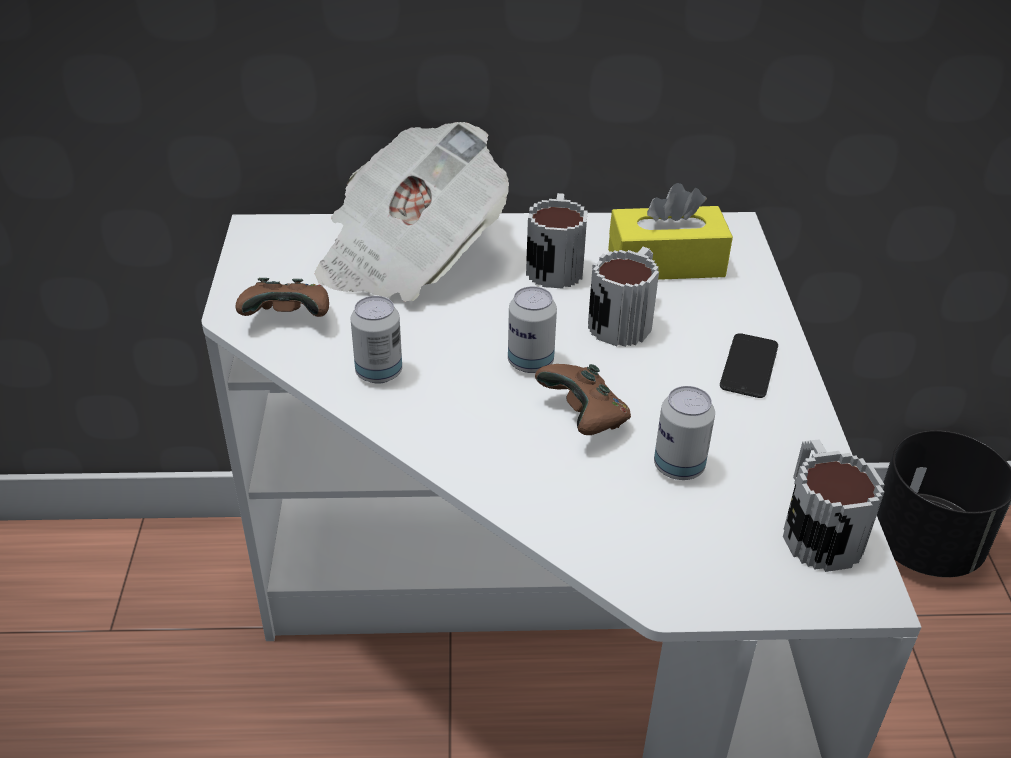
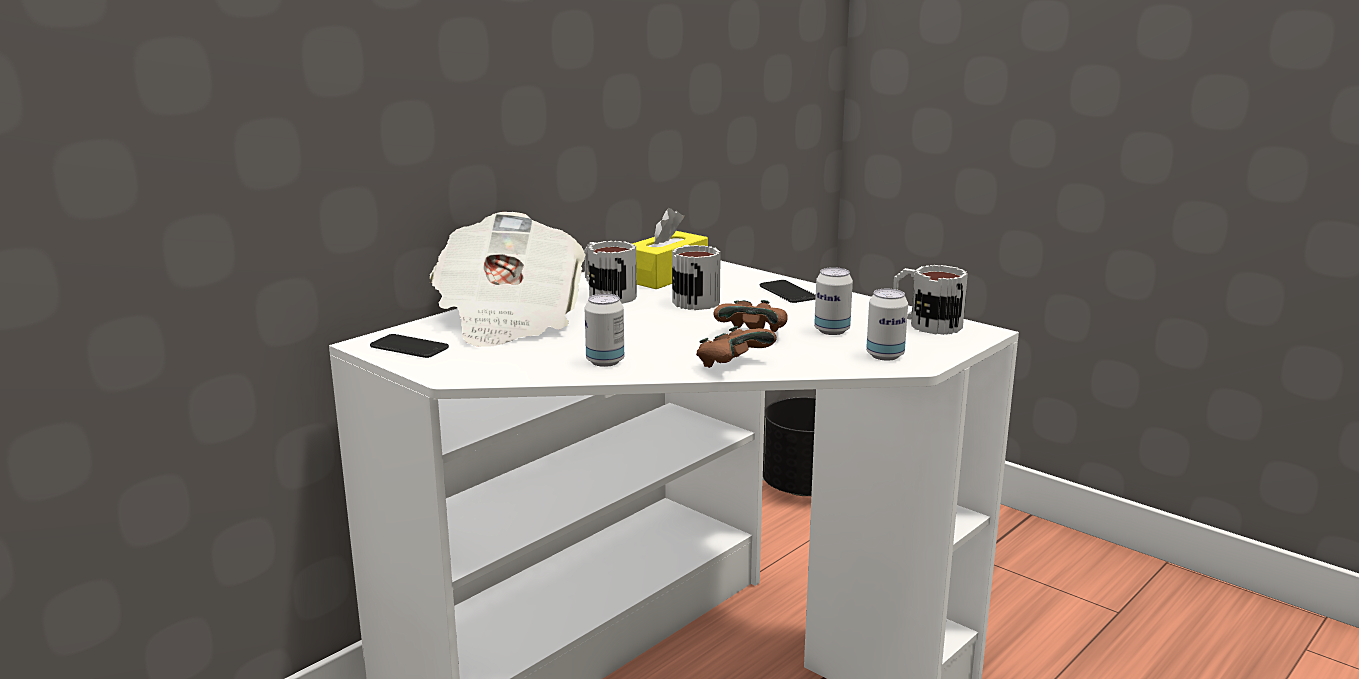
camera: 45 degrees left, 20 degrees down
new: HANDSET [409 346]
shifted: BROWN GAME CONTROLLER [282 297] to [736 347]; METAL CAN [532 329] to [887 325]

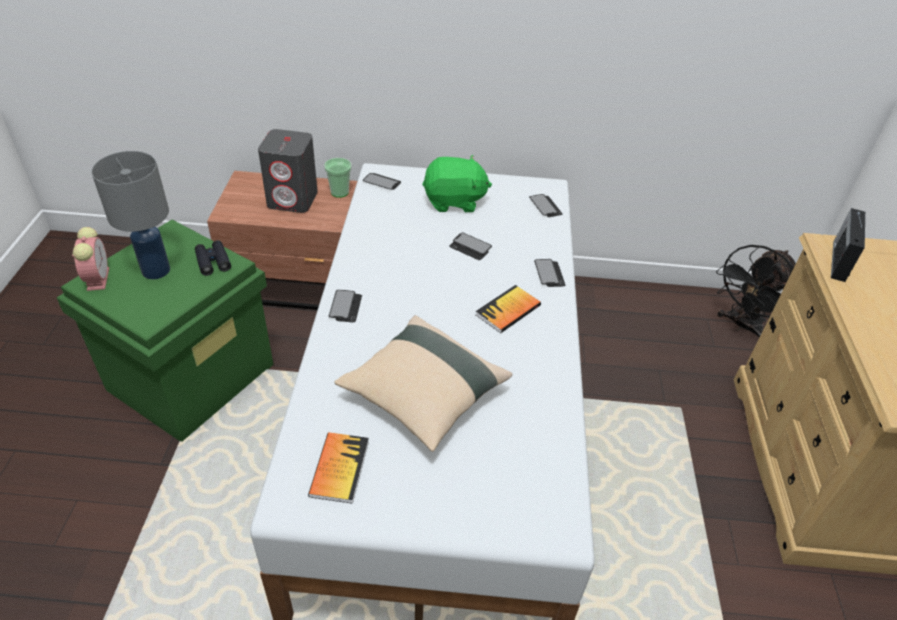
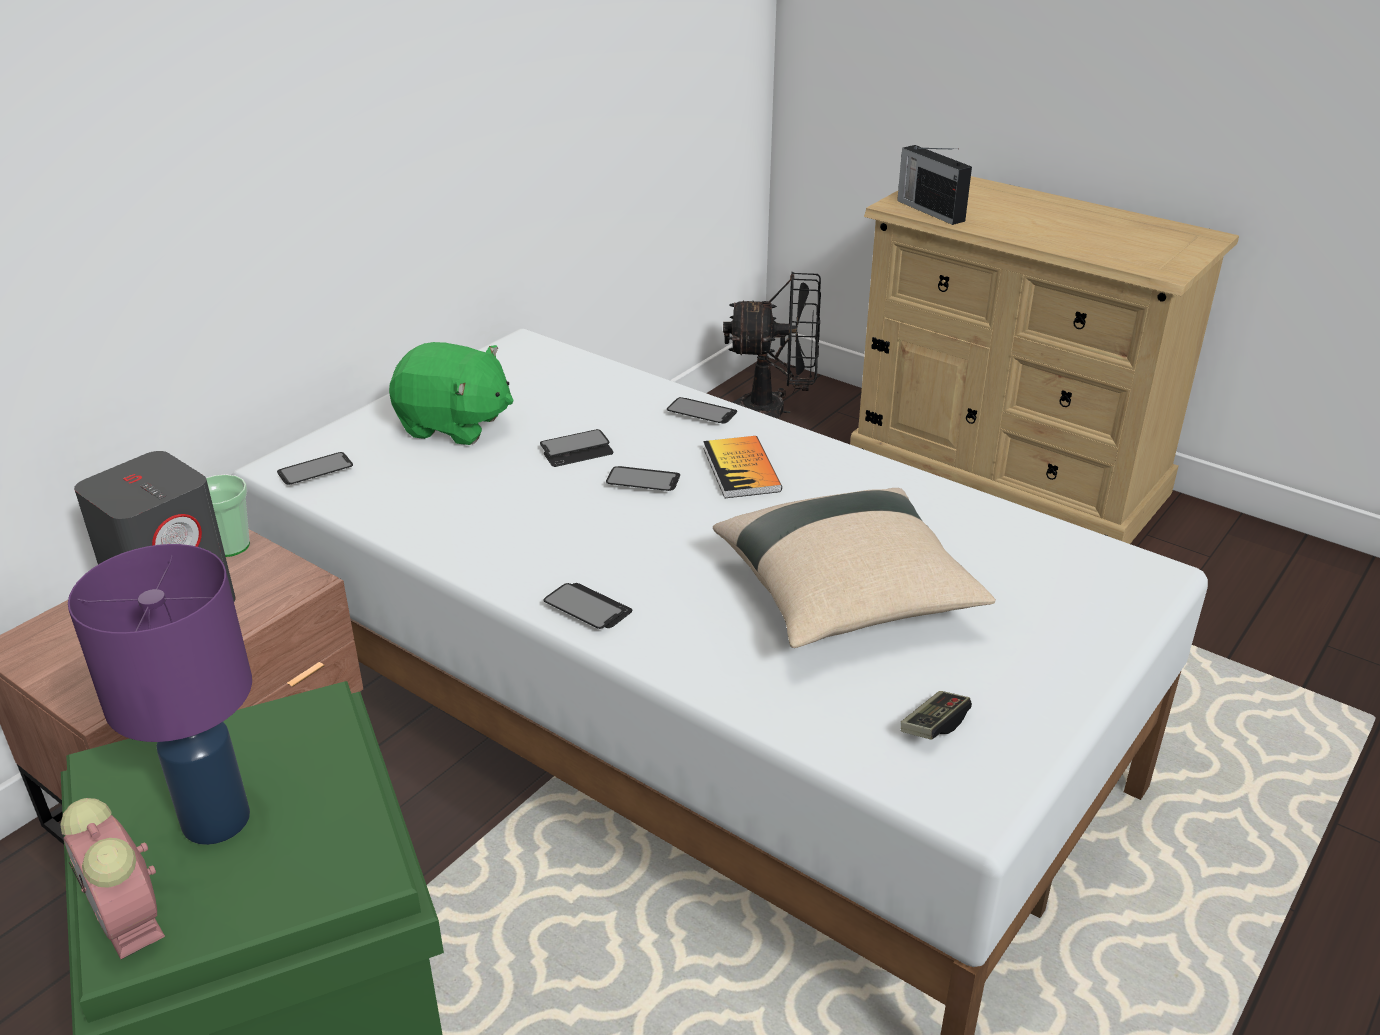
camera: 55 degrees left, 10 degrees down
gone: BLACKISH PAIR OF BINOCULARS [213 258]
shifted: HANDSET [545 205] to [643 478]
swapped: BOOK [338 468] to GAME CONTROLLER [936 715]
repainted: GREY TABLETOP LAMP [130 215] to PURPLE-COLOURED TABLETOP LAMP [160 694]
rotated: TABLE CLOCK [90 259] = [112 878] 150 degrees counterclockwise; GREENISH SOFT TOY [457 183] = [451 393] 75 degrees clockwise; BLACKISH COOLING FAN [756 291] = [772 346] 75 degrees counterclockwise

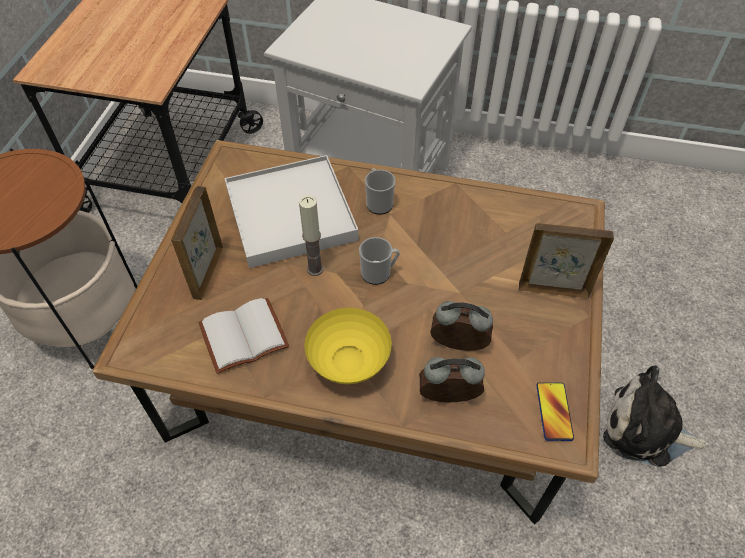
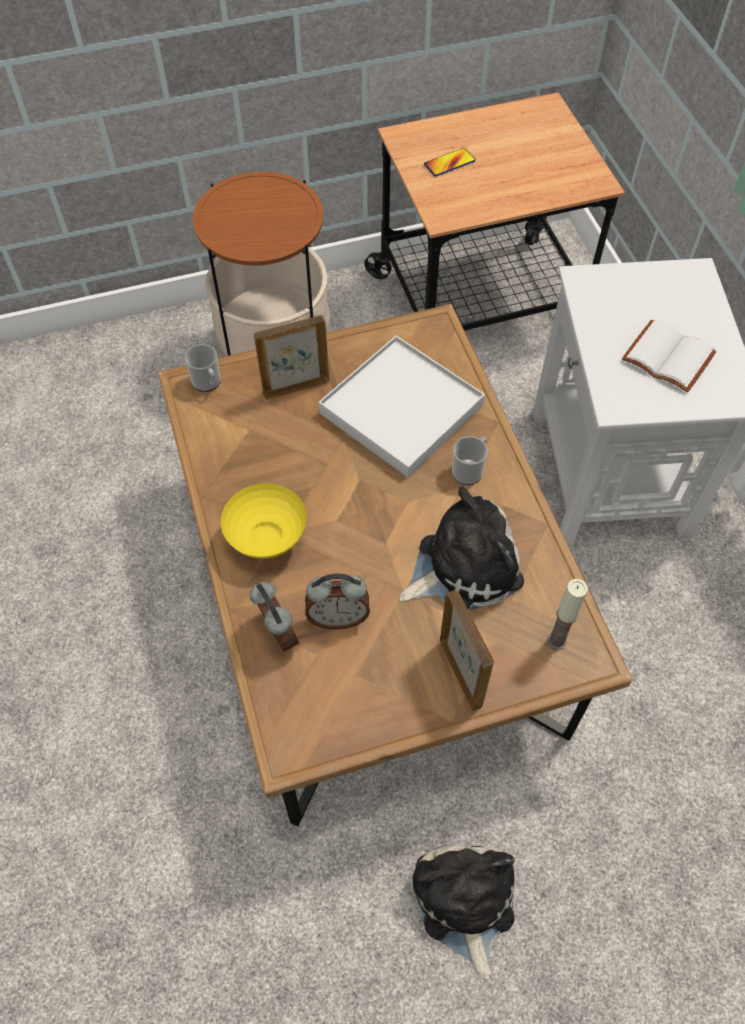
camera: 60 degrees right, 5 degrees up
new: SOFT TOY [461 548]
shifted: WHITE-COLOURED BOOK [243 335] to [669 356]; WAX CANDLE [311 235] to [567 614]; COFFEE MUG [379 261] to [202 368]; HANDSET [555 411] to [450 162]
rotated: TABLE CLOCK [461 326] = [337 601] 105 degrees clockwise

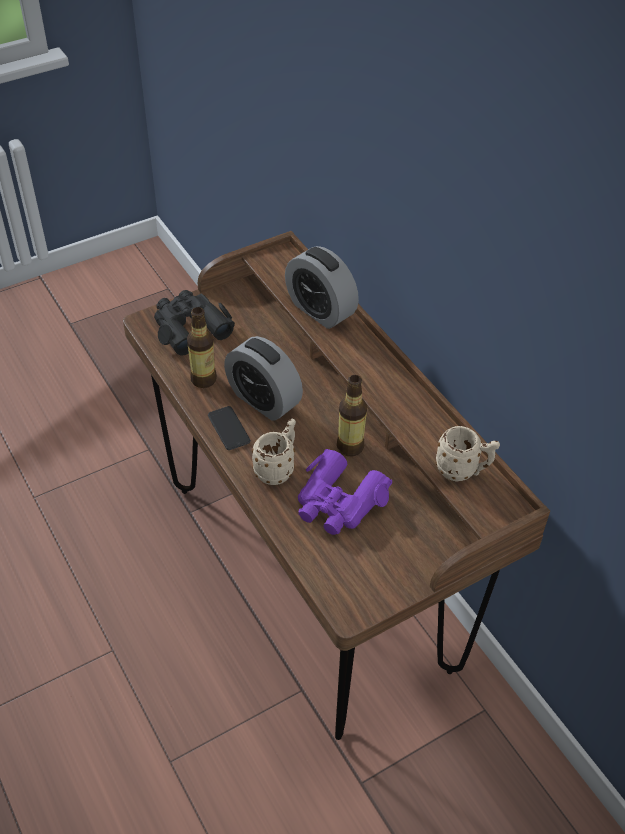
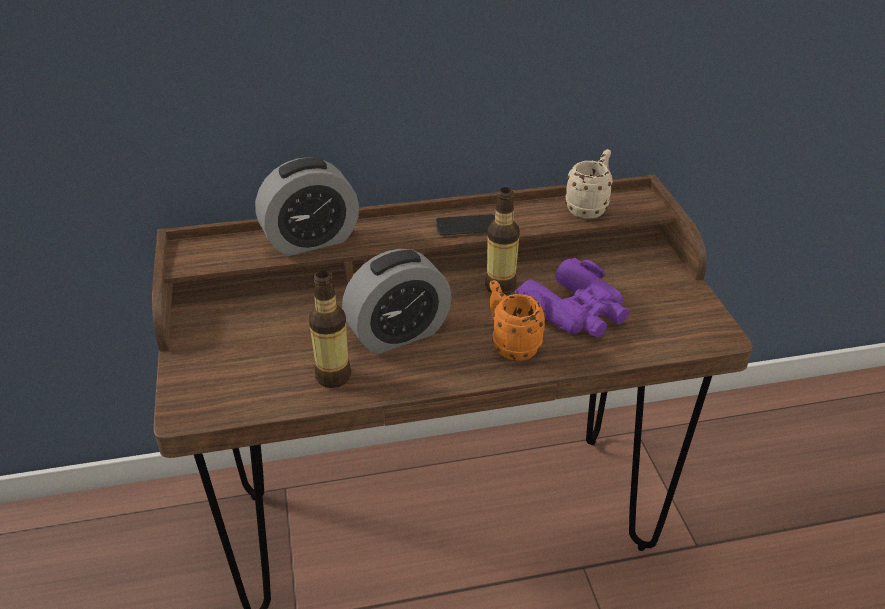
camera: 70 degrees left, 10 degrees down
gone: BLACKISH PAIR OF BINOCULARS [194 323]
shifted: HANDSET [229 428] to [465 224]
repainted: BEIGE-COLOURED COFFEE MUG [274 452] to ORANGEY COFFEE MUG [517 320]

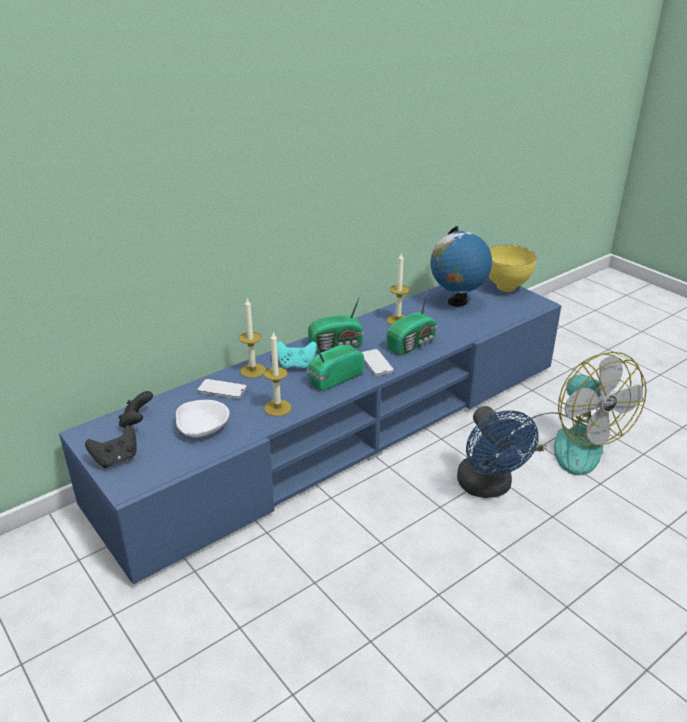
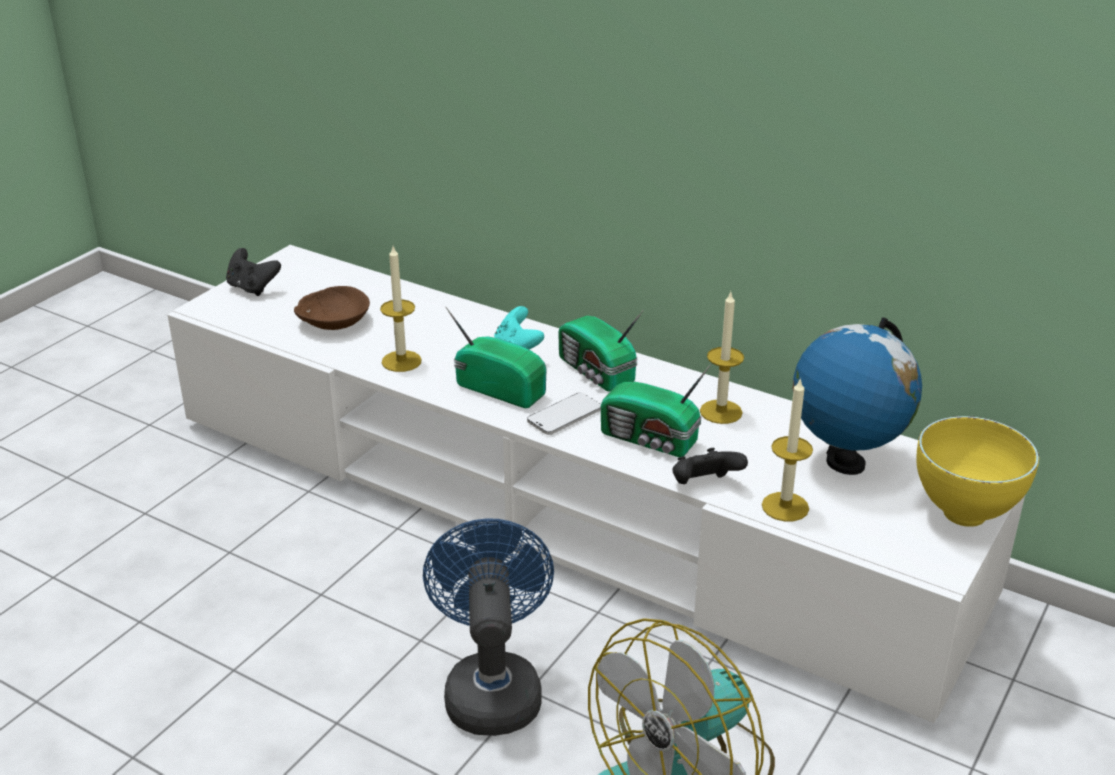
camera: 70 degrees right, 0 degrees up
gone: HANDSET [222 389]
shifted: BLACKISH GAME CONTROLLER [135 409] to [710 466]; WAX CANDLE [252 338] to [787 449]
repainted: BLUISH MEDIA CONSOLE [310 430] to WHITE-COLOURED MEDIA CONSOLE [596 484]; WHITE-COLOURED SERVING BOWL [202 418] to BROWN SERVING BOWL [332 308]
rotated: BLUISH COOLING FAN [498 452] = [488 627] 120 degrees clockwise

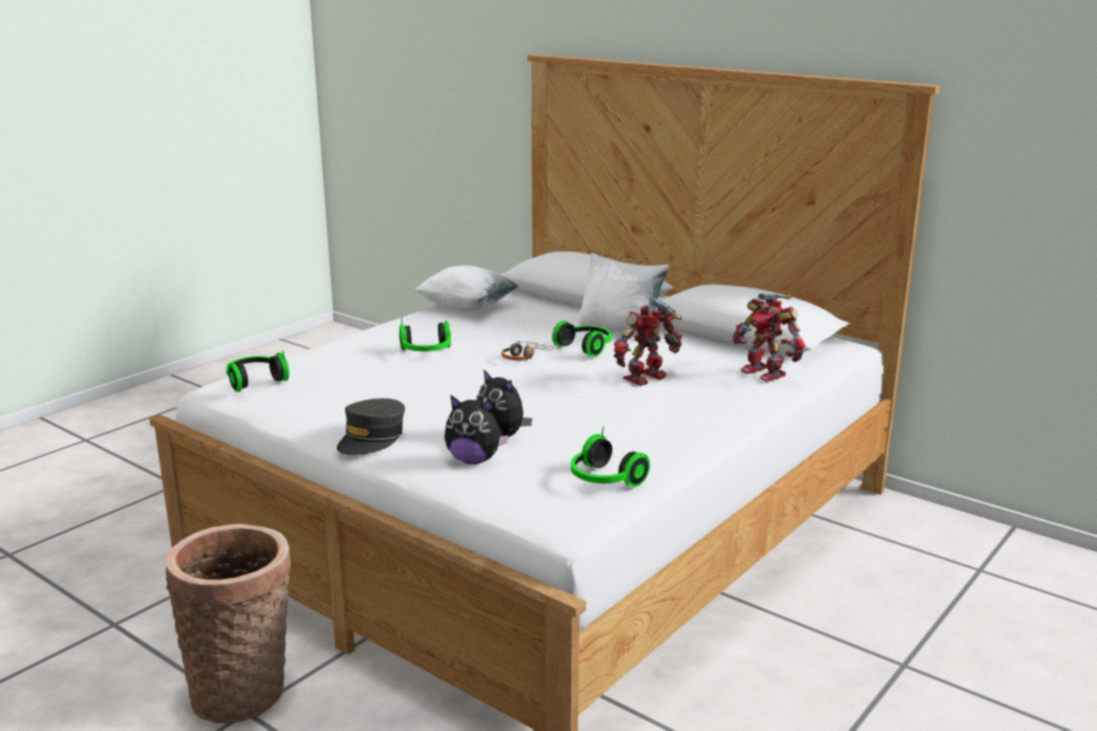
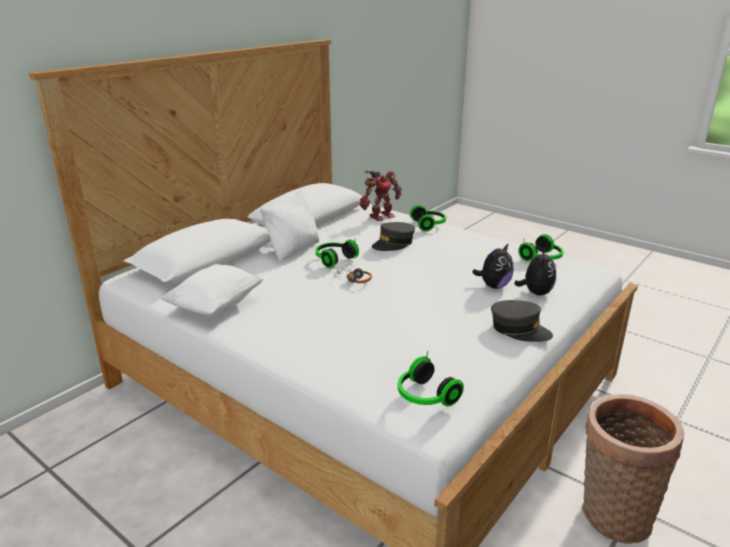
camera: 90 degrees left, 5 degrees up
shifted: HEADSET [425 334] to [428 218]
swapped: TOY ROBOT [648 342] to GREY BASEBALL CAP [393 236]

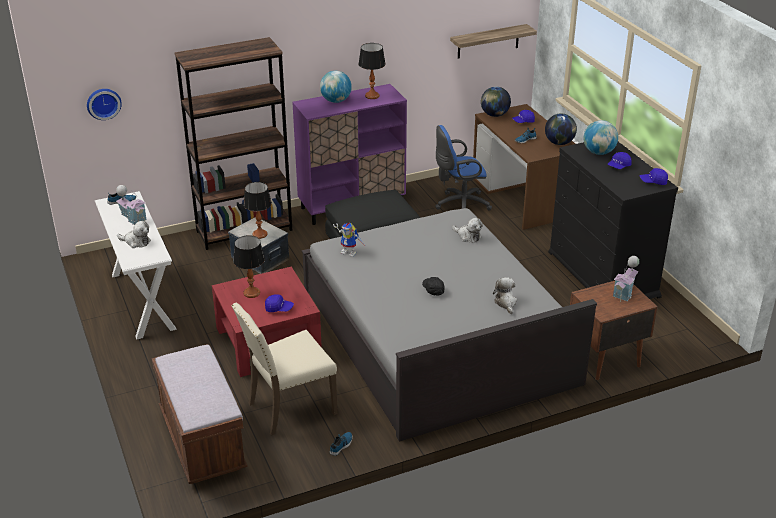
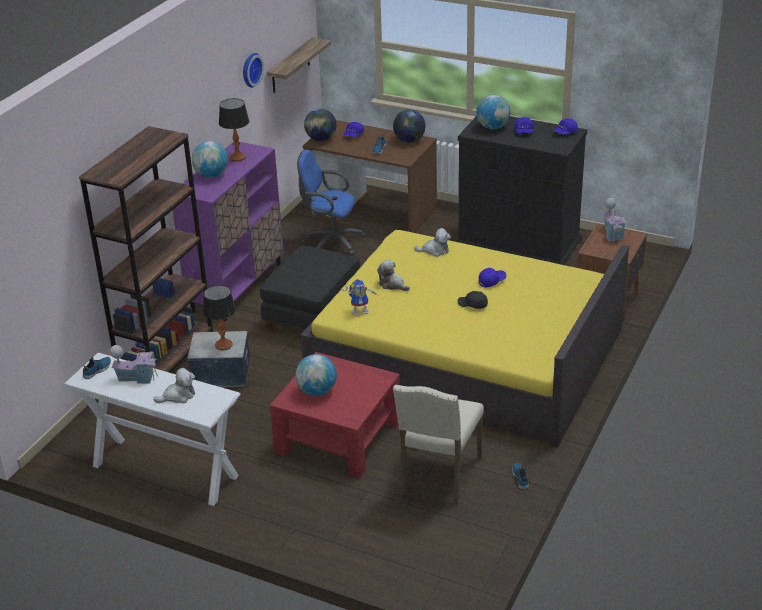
camera: 40 degrees left, 0 degrees up
gone: BROWN INDOOR BENCH [199 414]
shifted: HANGING CLOCK [104 104] to [253 70]; BLUISH BASEBALL CAP [279 303] to [492 277]; SOFT TOY [505 295] to [393 275]
swapped: TABLETOP LAMP [249 266] to WORLD GLOBE [316 375]
repainted: GREY BEDROOM BED [449 325] to YELLOWISH BEDROOM BED [465 339]
rotated: BLUISH COMPUTER CHAIR [463 167] = [331 202] 75 degrees clockwise

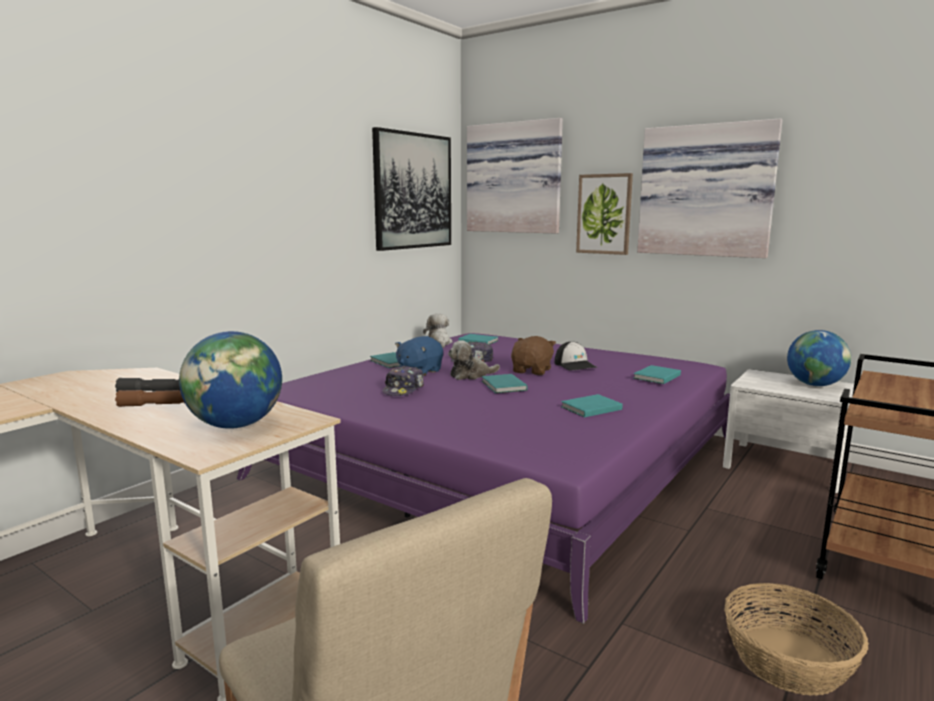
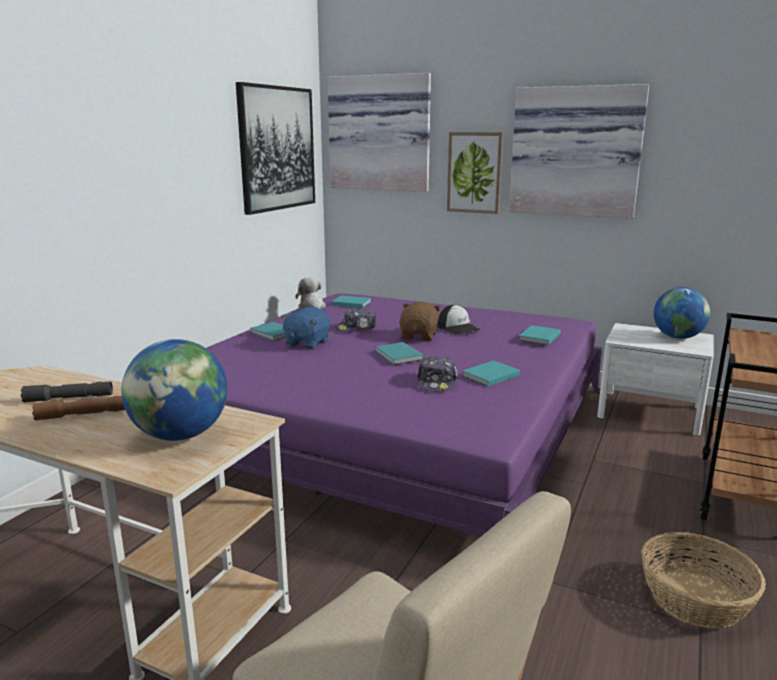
camera: 10 degrees left, 5 degrees up
gone: SOFT TOY [474 360]
shifted: BASEBALL CAP [403 381] to [437 373]

